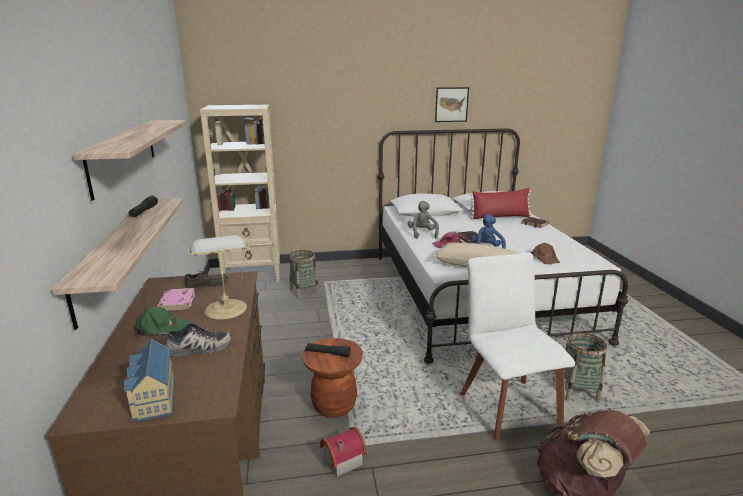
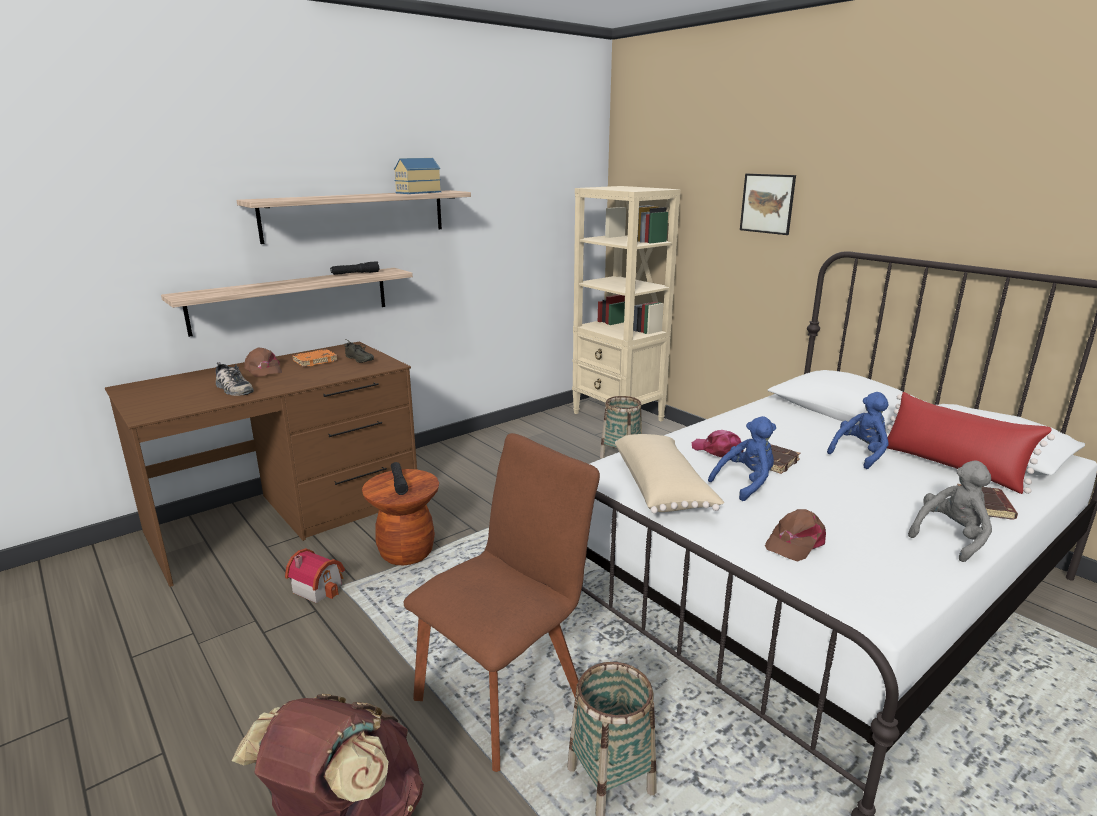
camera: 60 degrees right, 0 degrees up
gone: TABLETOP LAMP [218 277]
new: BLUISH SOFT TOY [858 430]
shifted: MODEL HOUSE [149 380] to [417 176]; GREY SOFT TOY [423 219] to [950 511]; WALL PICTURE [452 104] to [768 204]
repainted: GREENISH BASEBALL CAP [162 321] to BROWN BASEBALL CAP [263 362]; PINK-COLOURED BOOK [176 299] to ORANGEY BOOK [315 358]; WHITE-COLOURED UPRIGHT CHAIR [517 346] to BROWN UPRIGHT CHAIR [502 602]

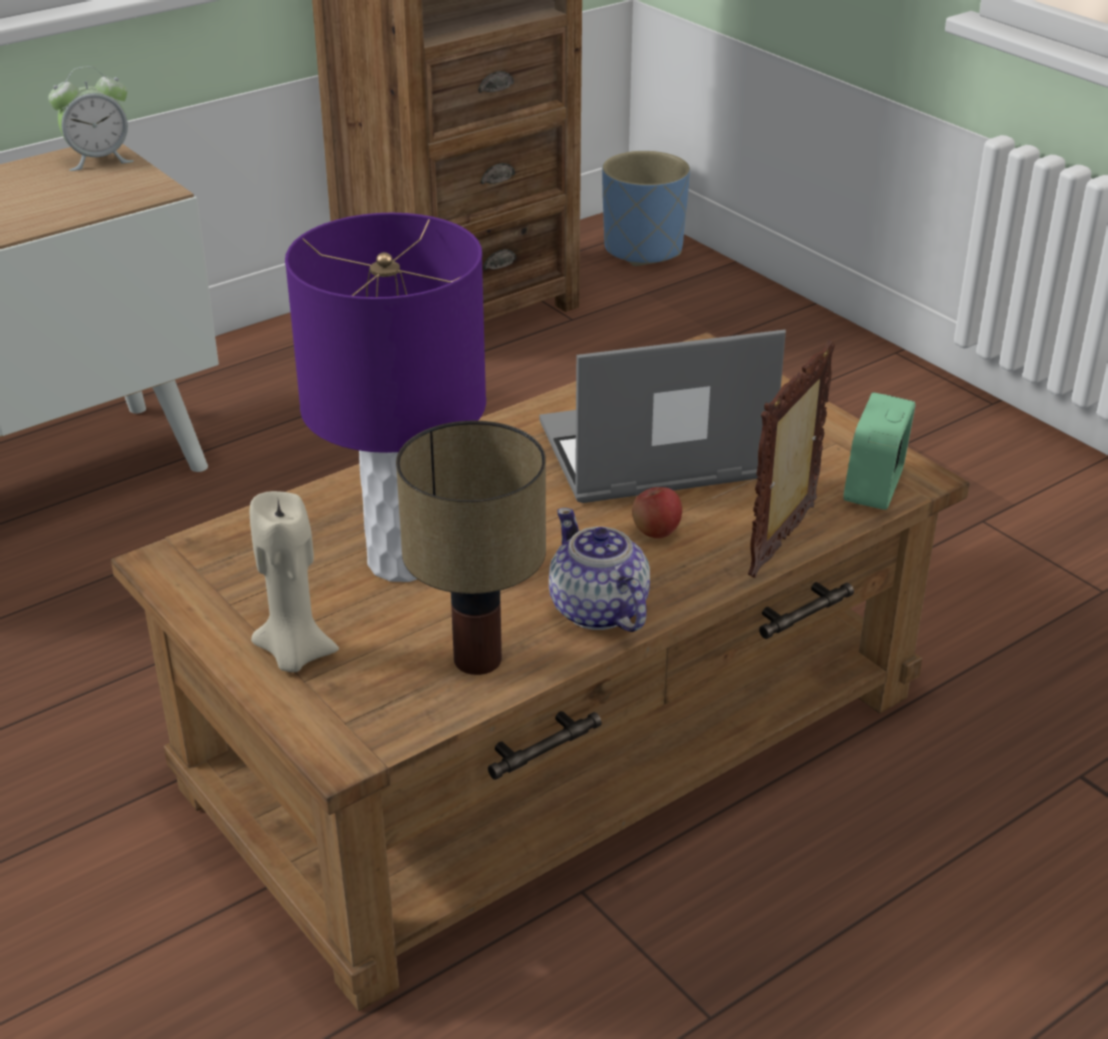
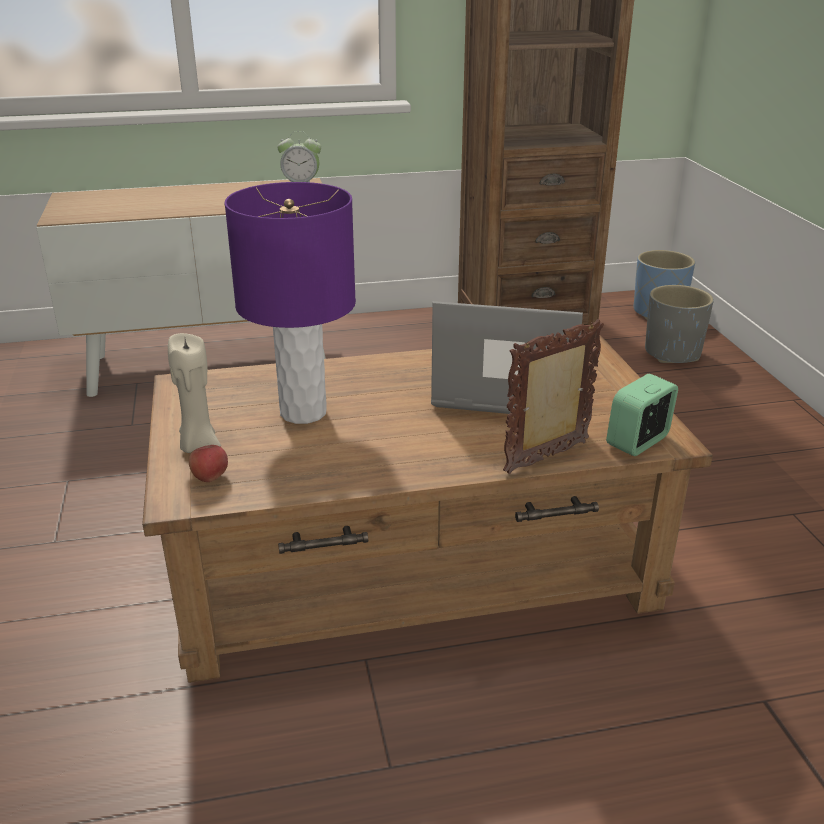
camera: 25 degrees right, 5 degrees down
gone: TABLETOP LAMP [471 548]; TEAPOT [599 570]
new: GREY PLANT POT [679 324]
shifted: WHOLE APPLE [657 512] to [208 463]

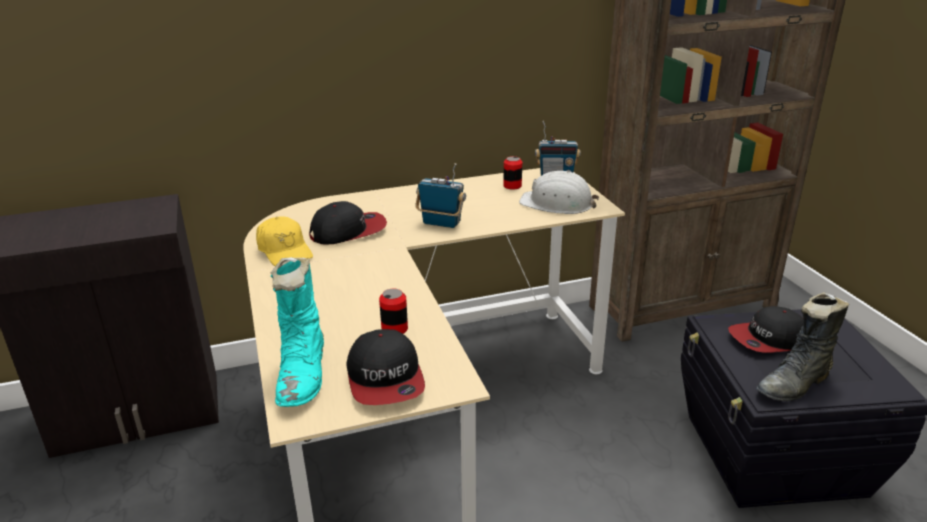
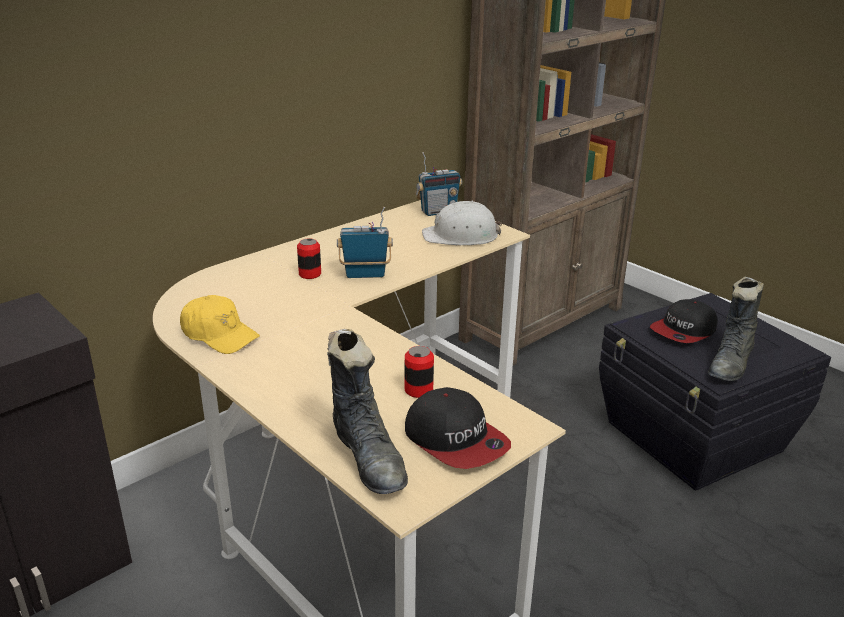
camera: 25 degrees left, 0 degrees up
gone: BASEBALL CAP [348 222]
shifted: METAL CAN [512 173] to [309 258]
repainted: TURQUOISE-COLOURED TALL BOOT [297 332] to BLACKISH TALL BOOT [367 411]

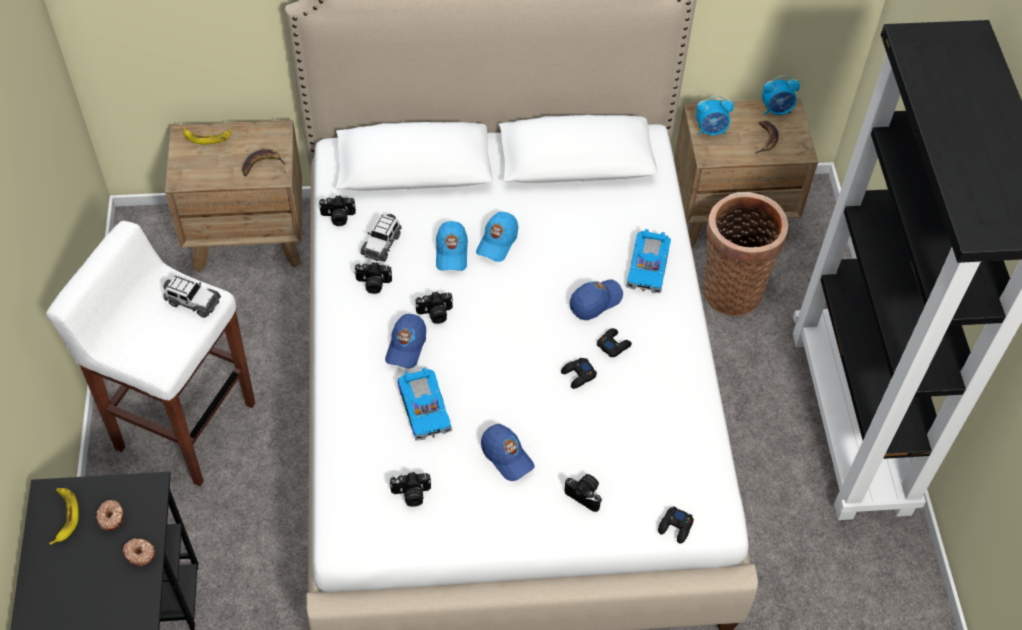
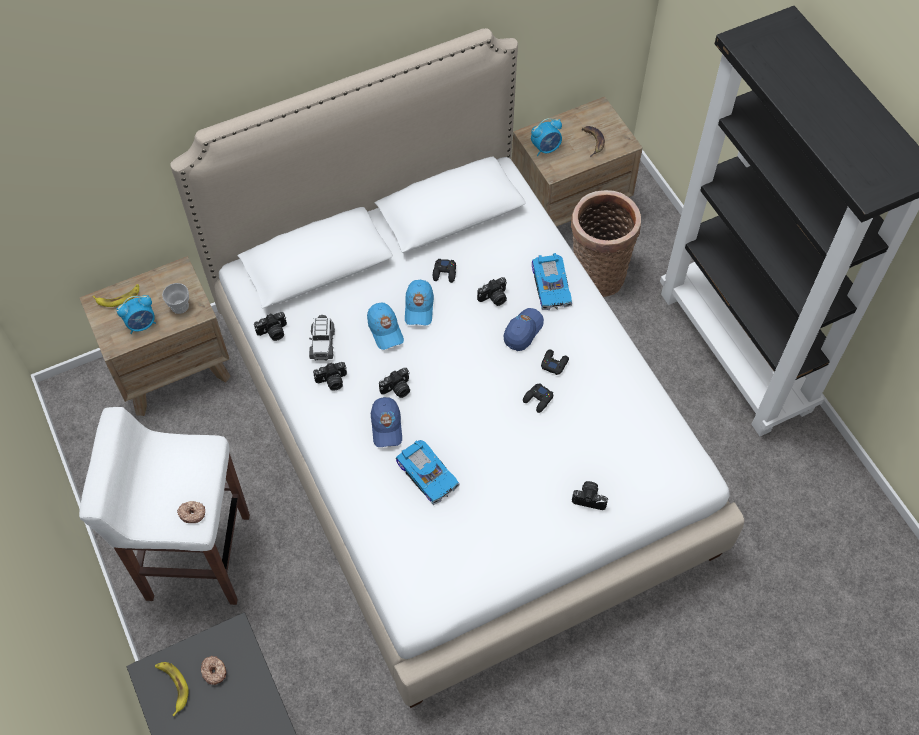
camera: 20 degrees left, 5 degrees up
gone: MODEL CAR [192 296]; BLUISH BASEBALL CAP [508 452]
shifted: RING DOUGHNUT [139 552] to [191 512]; PHOTO CAMERA [410 489] to [492 291]; BLACKISH GAME CONTROLLER [676 525] to [444 271]; TABLE CLOCK [781 95] to [136 314]
swapped: BANANA FRUIT [264 162] to CUP [175 298]

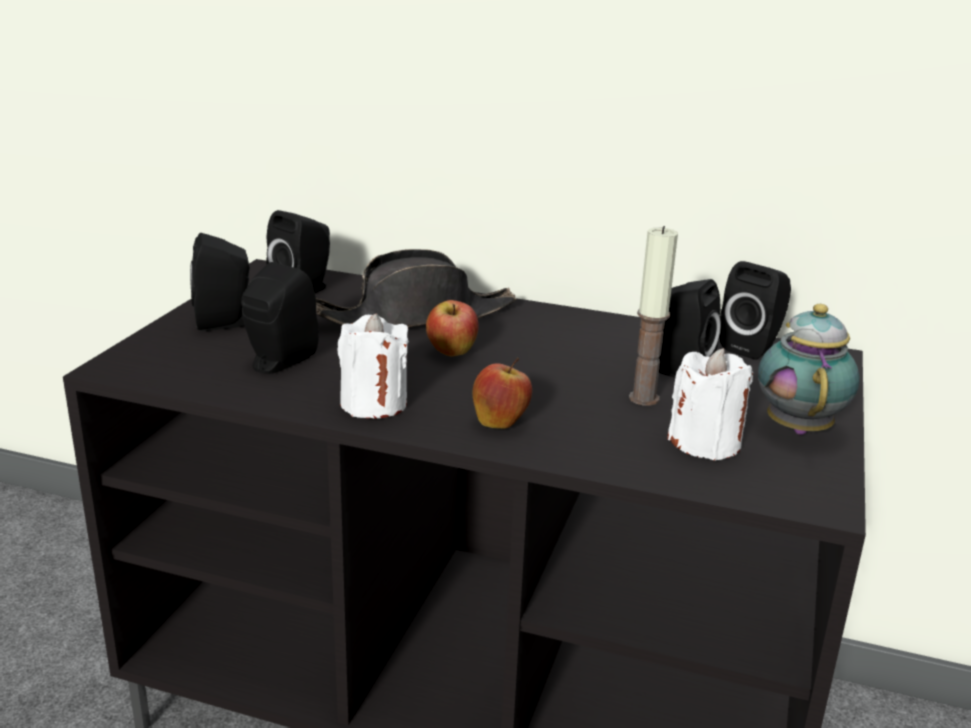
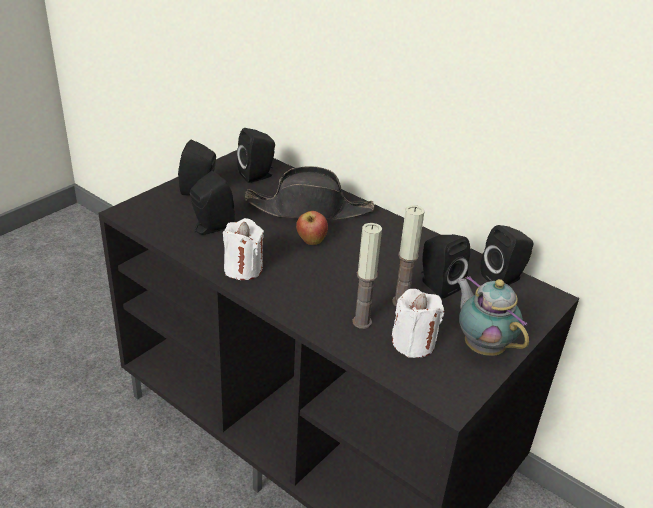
camera: 20 degrees right, 10 degrees up
gone: WHOLE APPLE [502 393]
new: WAX CANDLE [367 276]
rotated: TEAPOT [809 369] = [492 316] 60 degrees counterclockwise

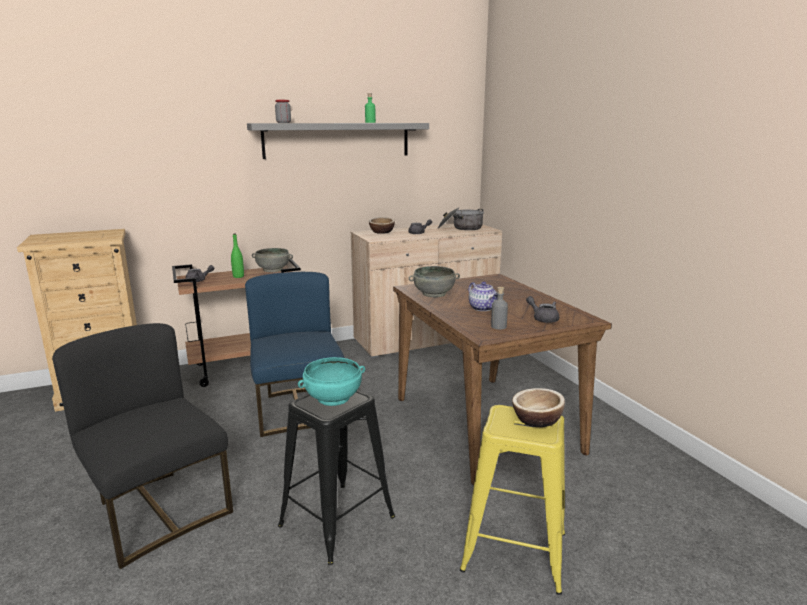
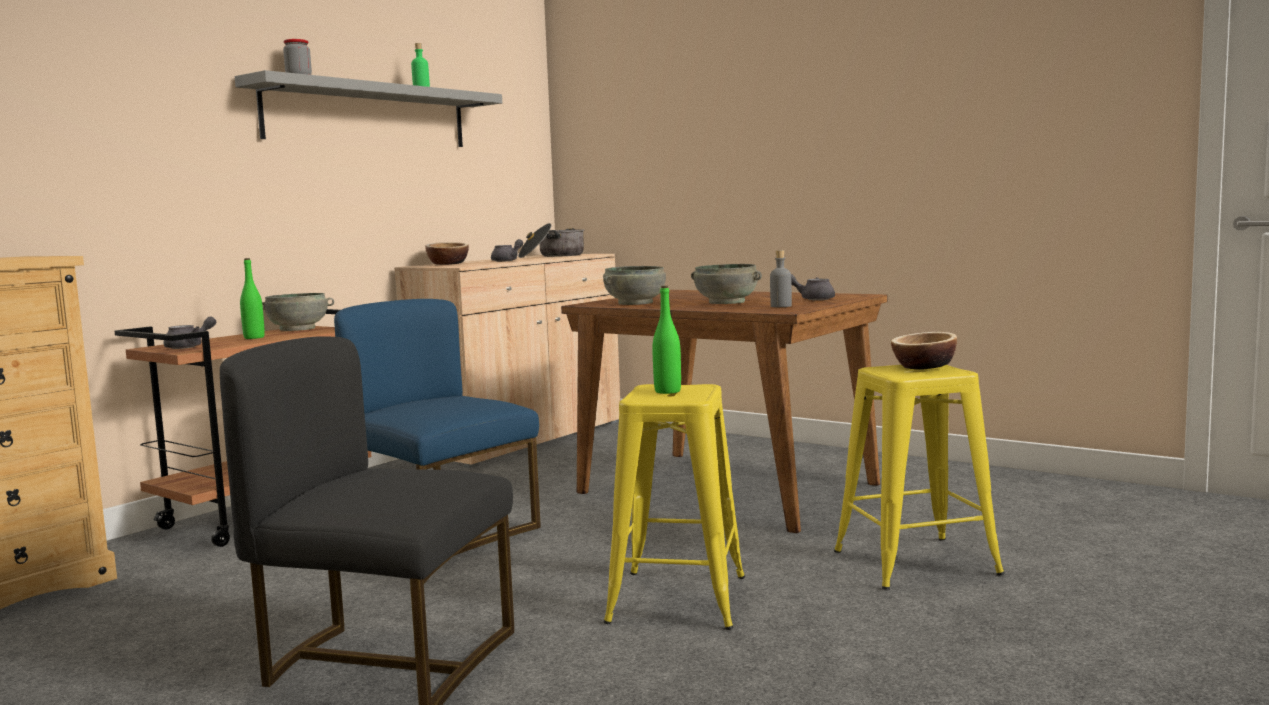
camera: 30 degrees left, 10 degrees down
swapped: TURQUOISE-COLOURED SERVING BOWL [331 381] to GREENISH BEVERAGE BOTTLE [667 340]; TEAPOT [483 296] to GREY SERVING BOWL [726 284]
repainted: BLACKISH SITTING STOOL [336 477] to YELLOWISH SITTING STOOL [674 507]

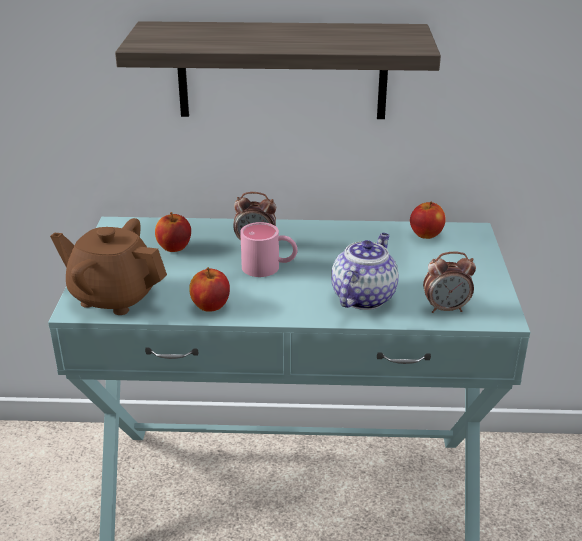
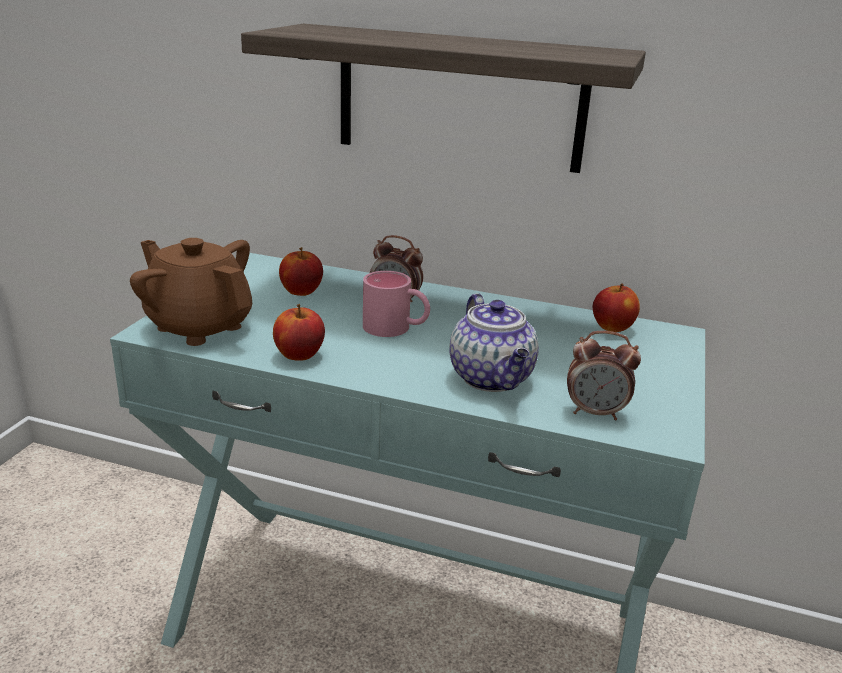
camera: 15 degrees right, 5 degrees down
rotated: TEAPOT [365 271] = [494 342] 120 degrees clockwise

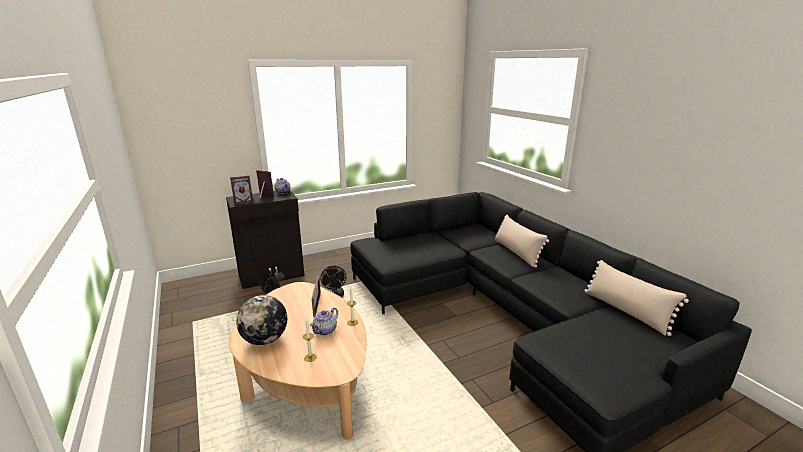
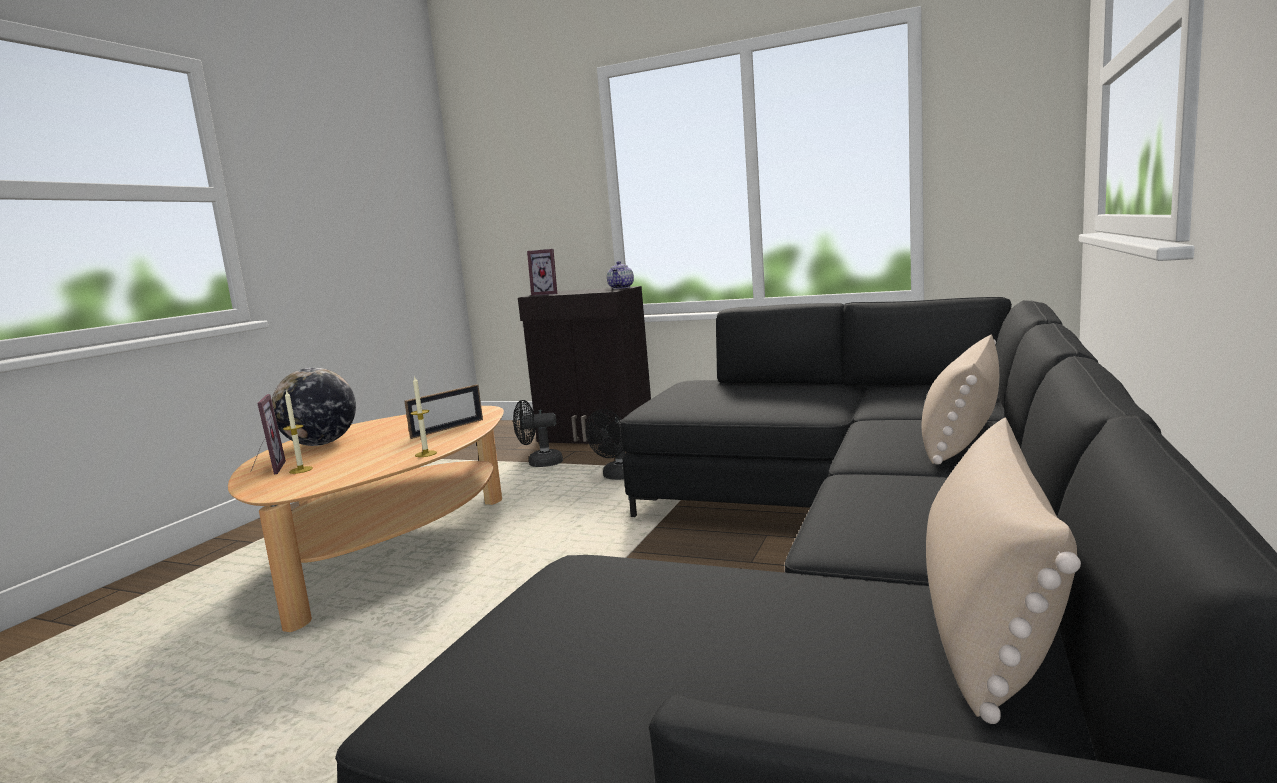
camera: 50 degrees right, 10 degrees down
gone: TEAPOT [324 321]
shifted: PHOTO FRAME [265 184] to [268 434]

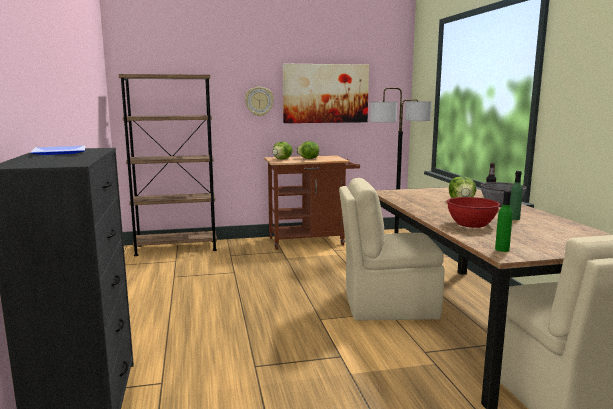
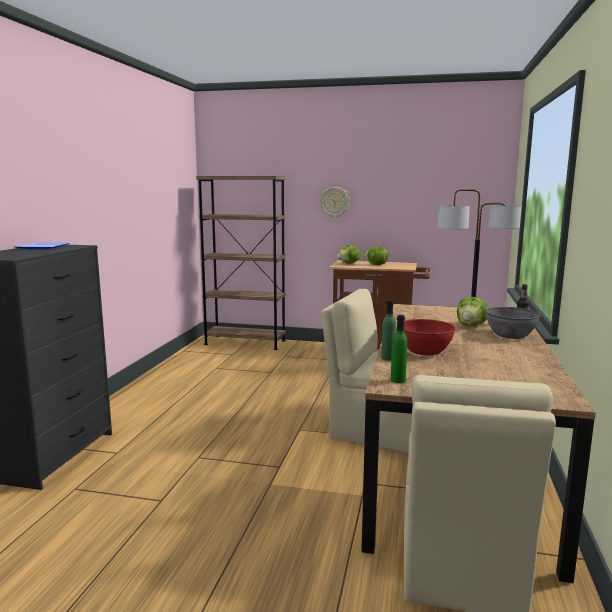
camera: 25 degrees right, 0 degrees up
gone: WALL PICTURE [326 93]
shifted: GREENISH BEVERAGE BOTTLE [516 195] to [388 330]

